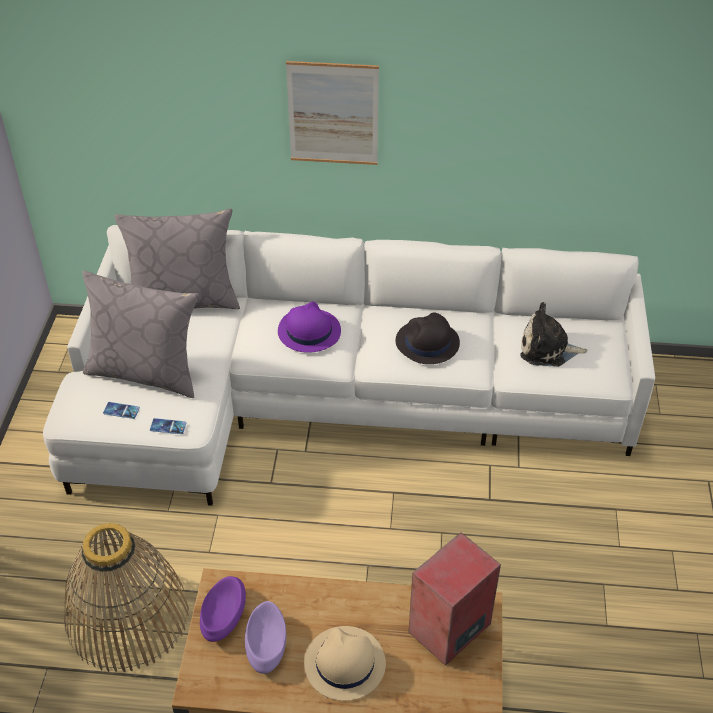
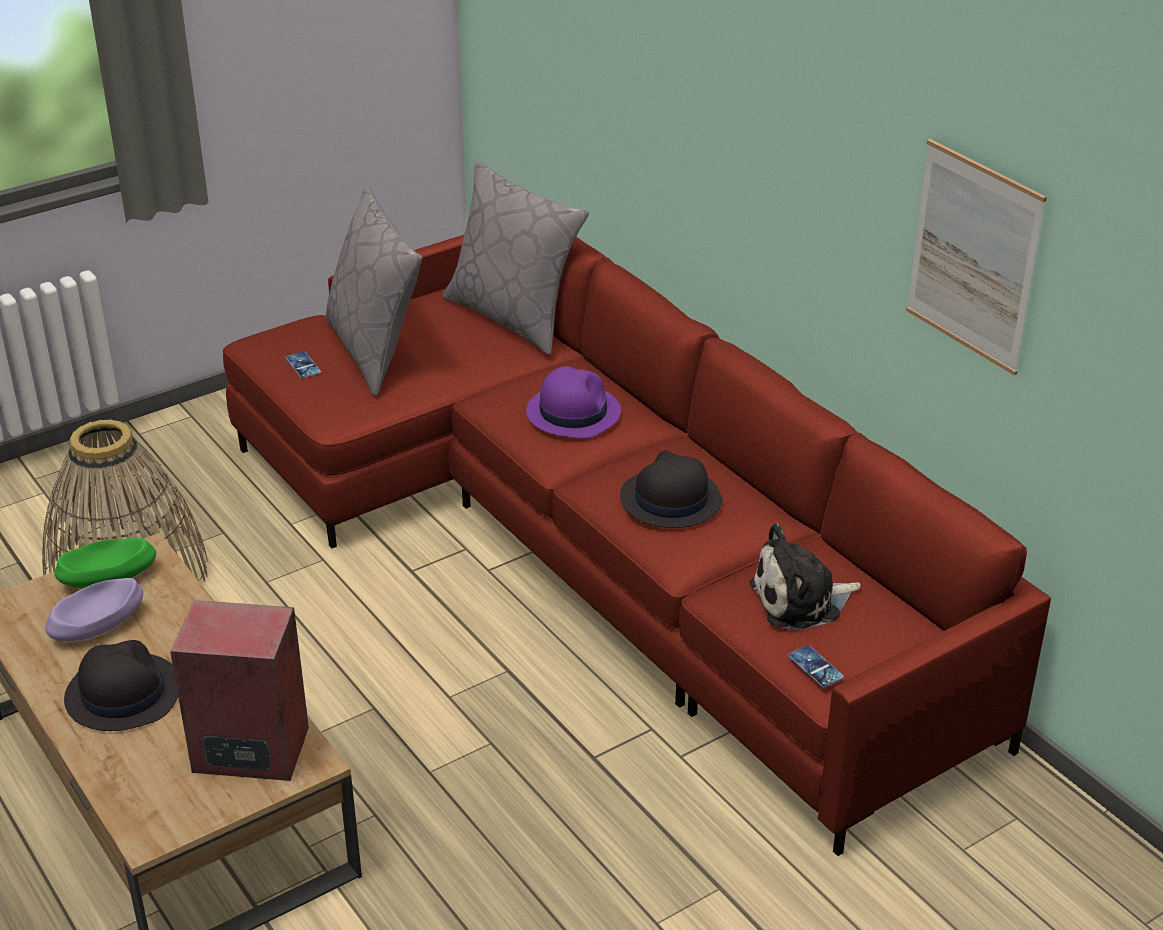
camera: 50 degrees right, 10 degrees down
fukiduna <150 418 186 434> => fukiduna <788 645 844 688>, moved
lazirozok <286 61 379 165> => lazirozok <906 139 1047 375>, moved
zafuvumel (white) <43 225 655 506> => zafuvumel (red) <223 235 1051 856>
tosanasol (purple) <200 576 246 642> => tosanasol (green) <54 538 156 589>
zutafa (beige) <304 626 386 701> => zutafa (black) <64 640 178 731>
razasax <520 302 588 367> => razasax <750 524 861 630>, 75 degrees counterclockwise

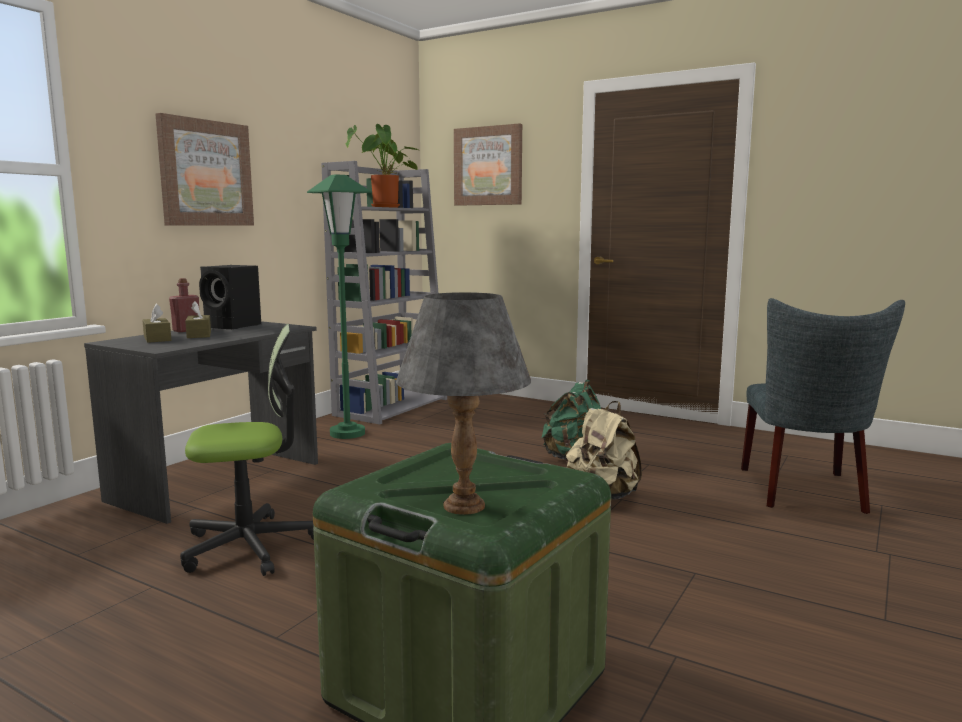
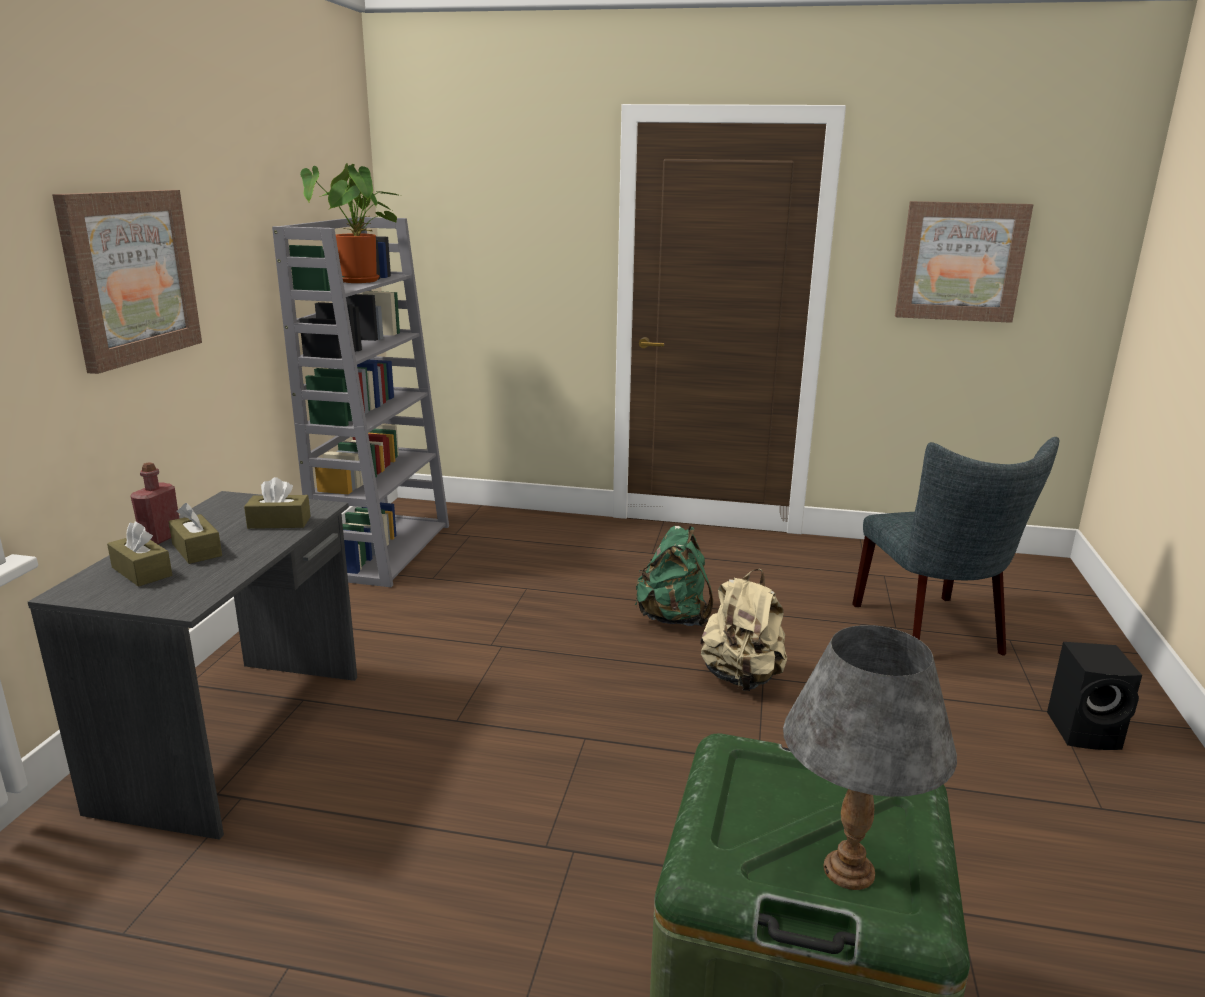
camera: 20 degrees left, 10 degrees up
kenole <180 324 314 576> => nothing
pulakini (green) <307 174 371 439> => nothing
nothing => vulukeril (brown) <244 477 311 529>
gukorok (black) <199 265 261 329> => gukorok (black) <1047 642 1142 750>, moved
lazirozok <454 123 522 206> => lazirozok <895 201 1033 323>, moved

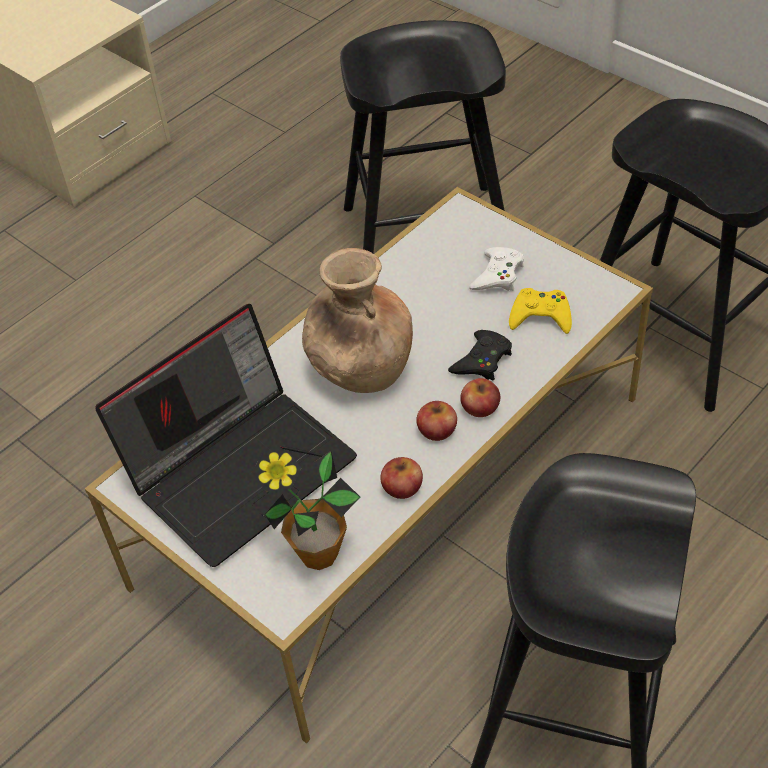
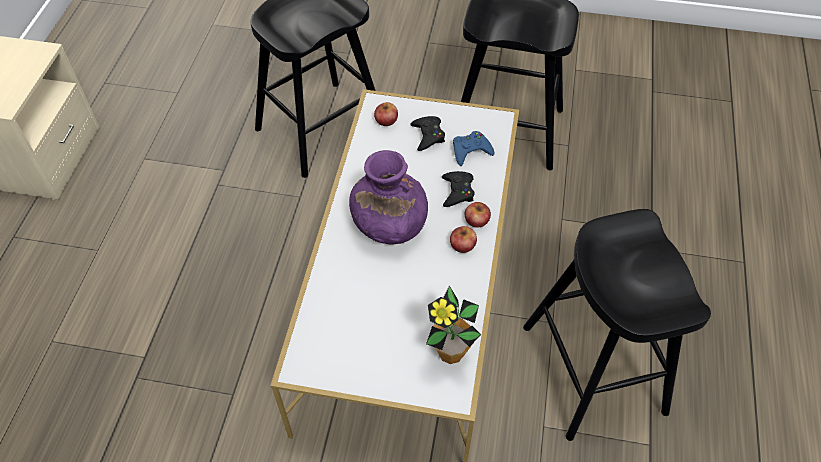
camera: 35 degrees left, 5 degrees up
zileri <95 304 357 567> => nothing
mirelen <380 457 423 499> => mirelen <374 102 398 126>, moved
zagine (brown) <302 248 413 393> => zagine (purple) <349 150 428 244>
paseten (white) <469 247 524 291> => paseten (black) <410 116 445 151>
paseten (yellow) <509 288 572 334> => paseten (blue) <453 131 495 166>

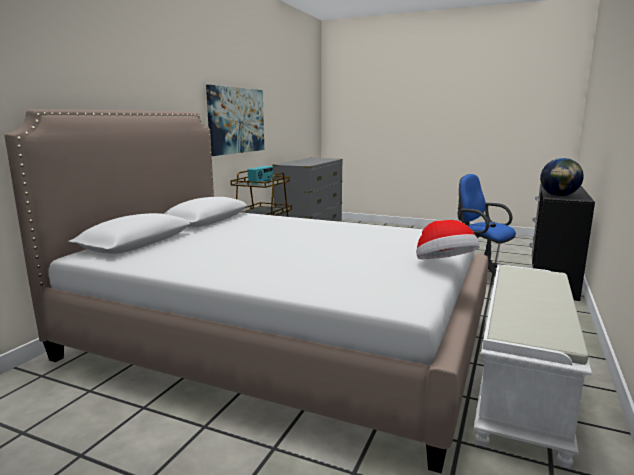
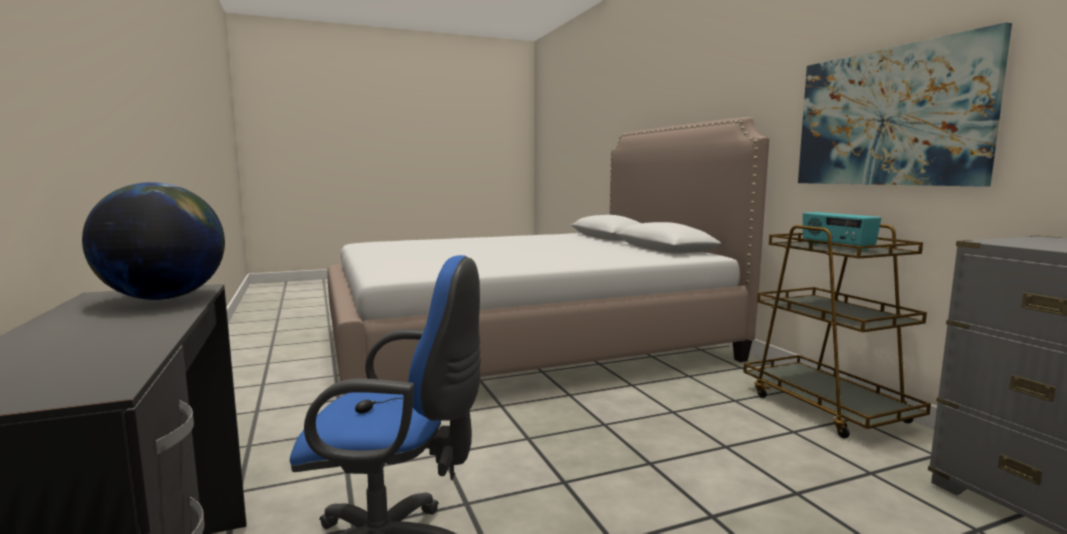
camera: 135 degrees right, 5 degrees down
zutafa <416 220 480 259> => nothing
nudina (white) <474 264 592 468> => nothing

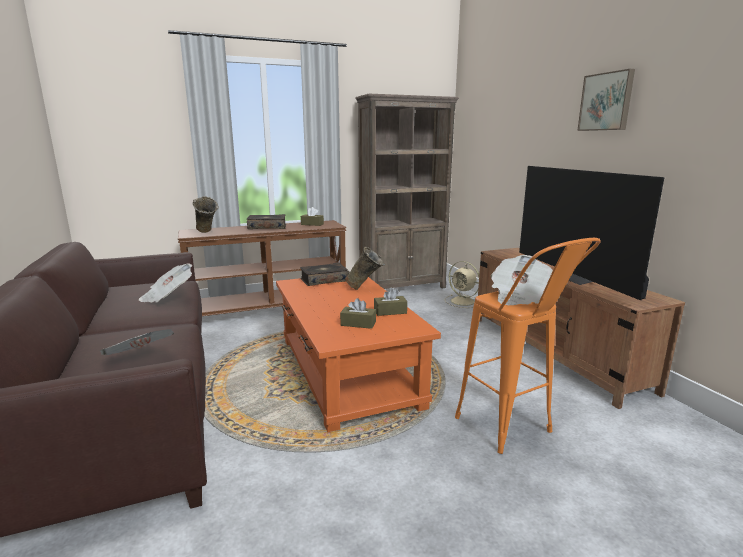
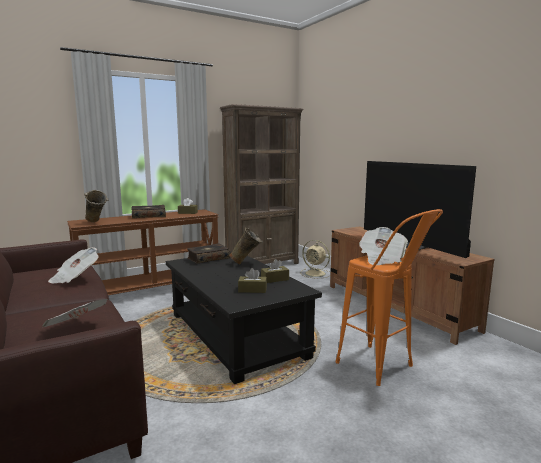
camera: 10 degrees left, 5 degrees down
lazirozok <577 69 635 131> => nothing
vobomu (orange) <276 277 441 432> => vobomu (black) <166 252 322 384>

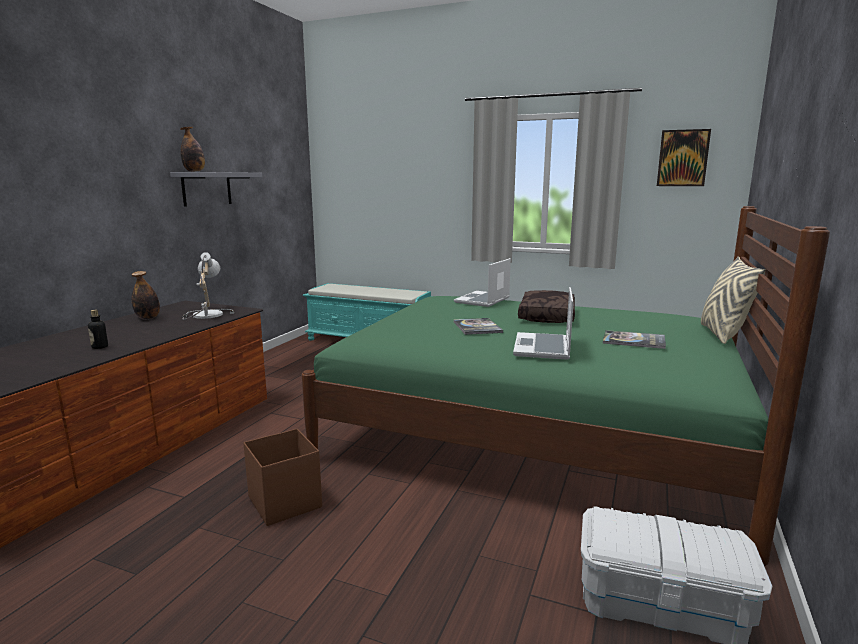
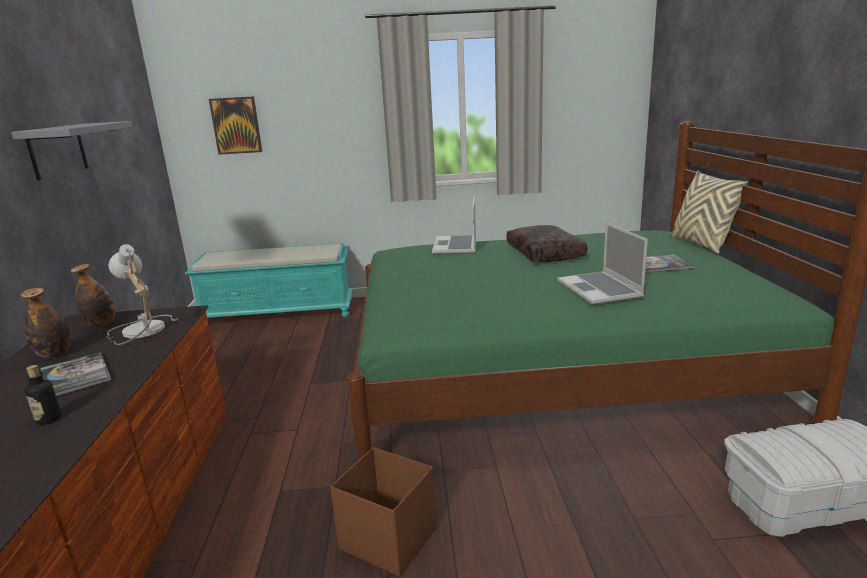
camera: 25 degrees left, 5 degrees up
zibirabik <180 127 205 172> => zibirabik <70 264 116 327>, moved
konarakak <453 318 503 335> => konarakak <41 352 111 396>, moved
lazirozok <657 129 711 186> => lazirozok <209 96 262 155>, moved

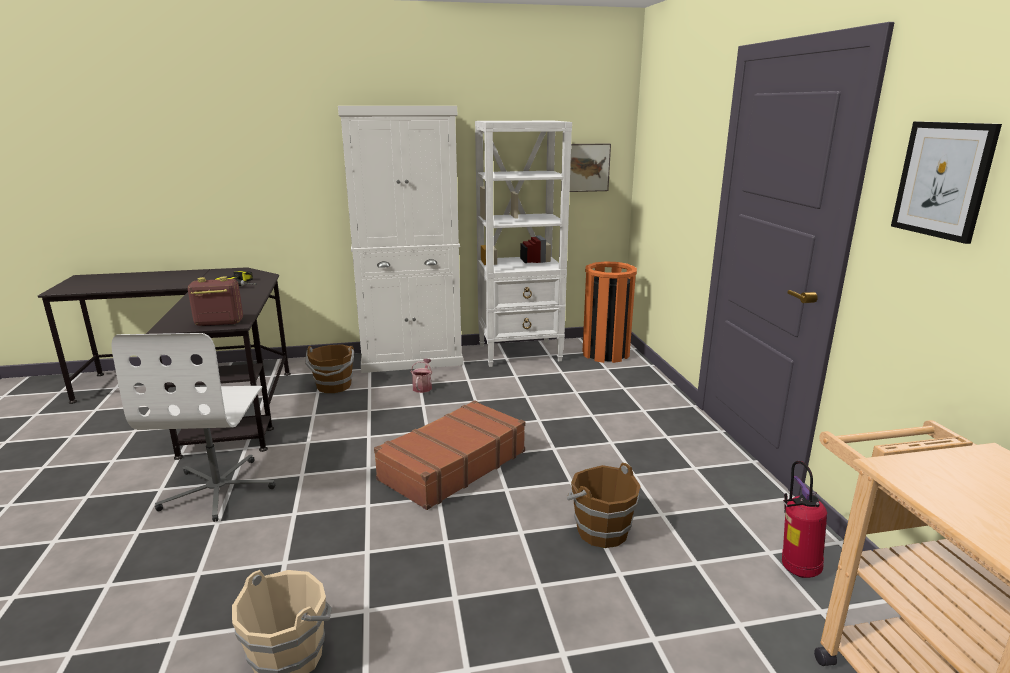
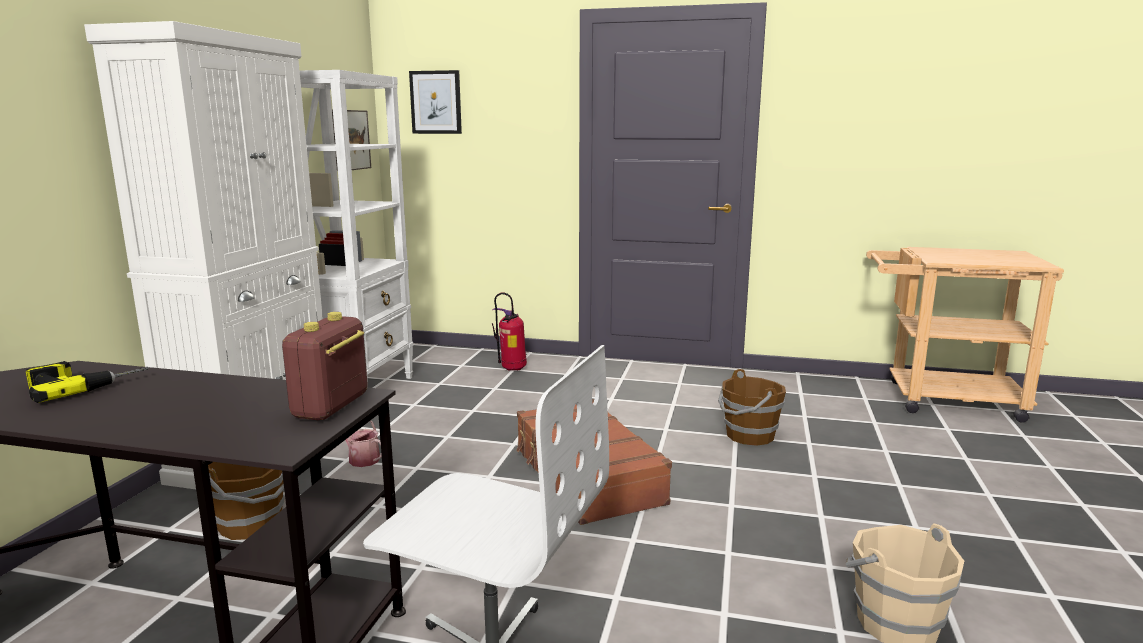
camera: 65 degrees left, 5 degrees down
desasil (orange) <582 261 637 363> => nothing
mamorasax <782 461 827 578> => mamorasax <492 292 527 371>, moved
lazirozok <891 122 1002 244> => lazirozok <409 70 462 134>, moved

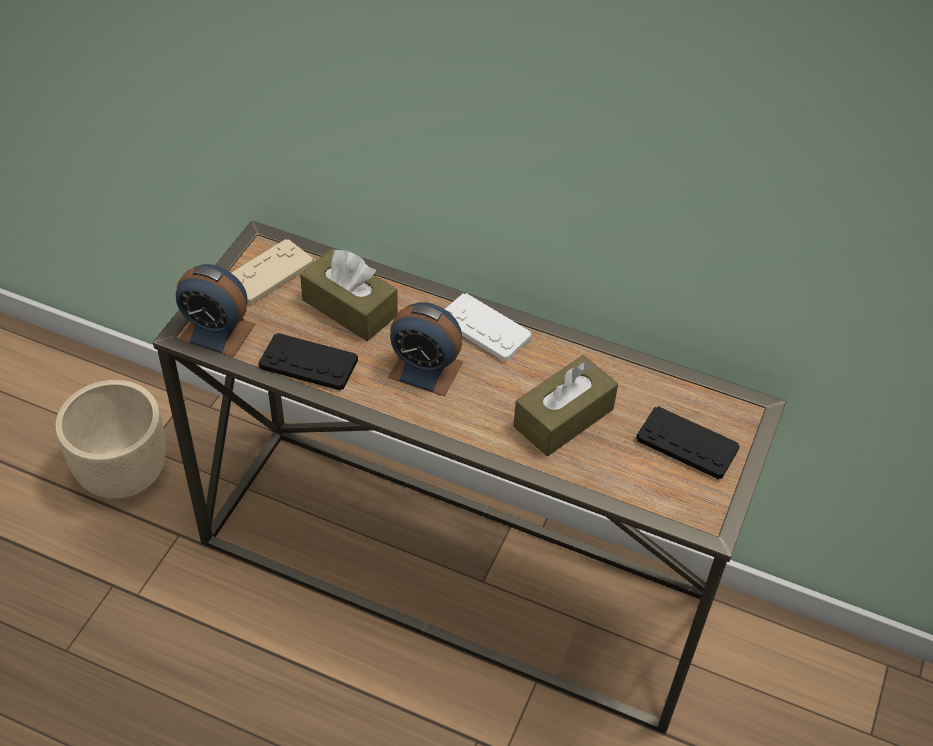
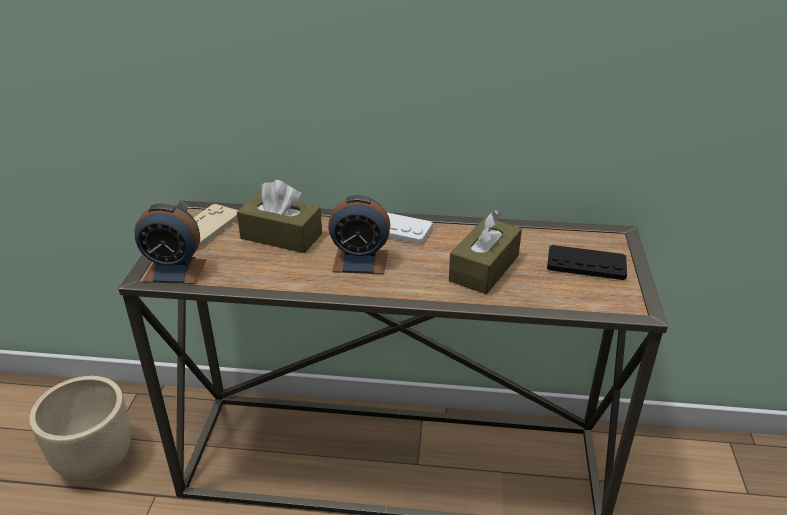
camera: 15 degrees left, 15 degrees down
paseten (black) <259 333 358 391> => nothing

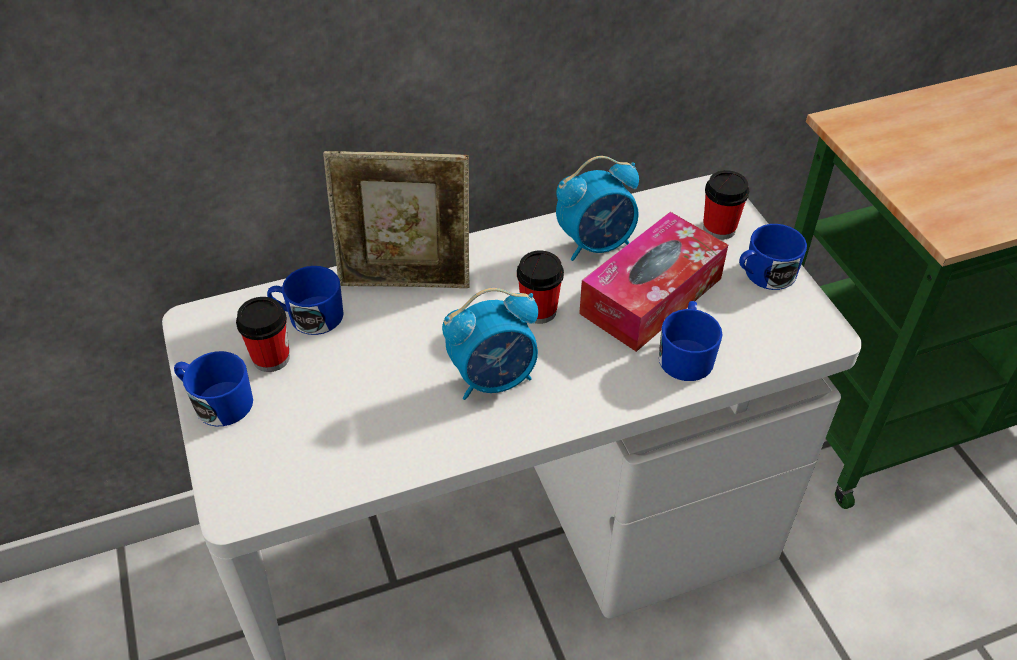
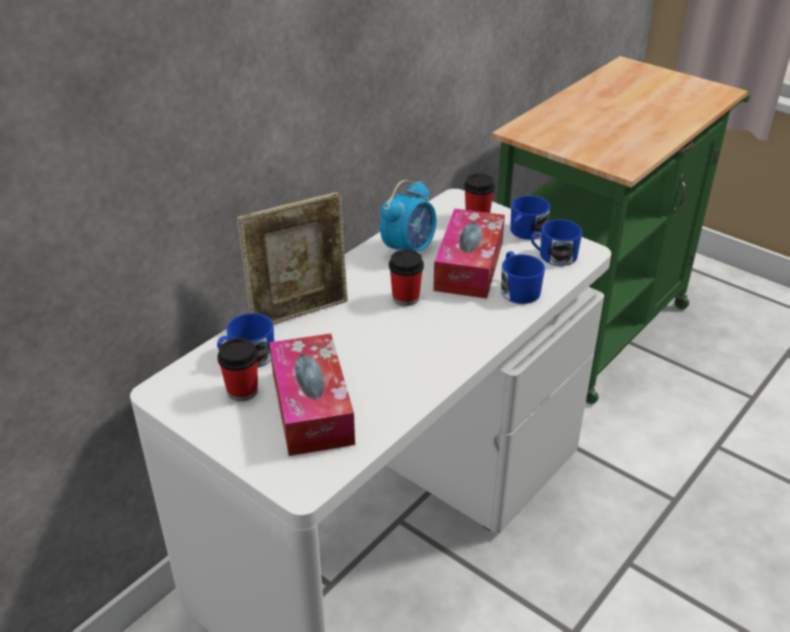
camera: 30 degrees left, 10 degrees down
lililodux <442 288 538 400> => nothing
nothing => vulukeril <269 334 355 456>
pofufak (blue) <174 351 253 426> => pofufak (blue) <531 219 582 266>, moved

